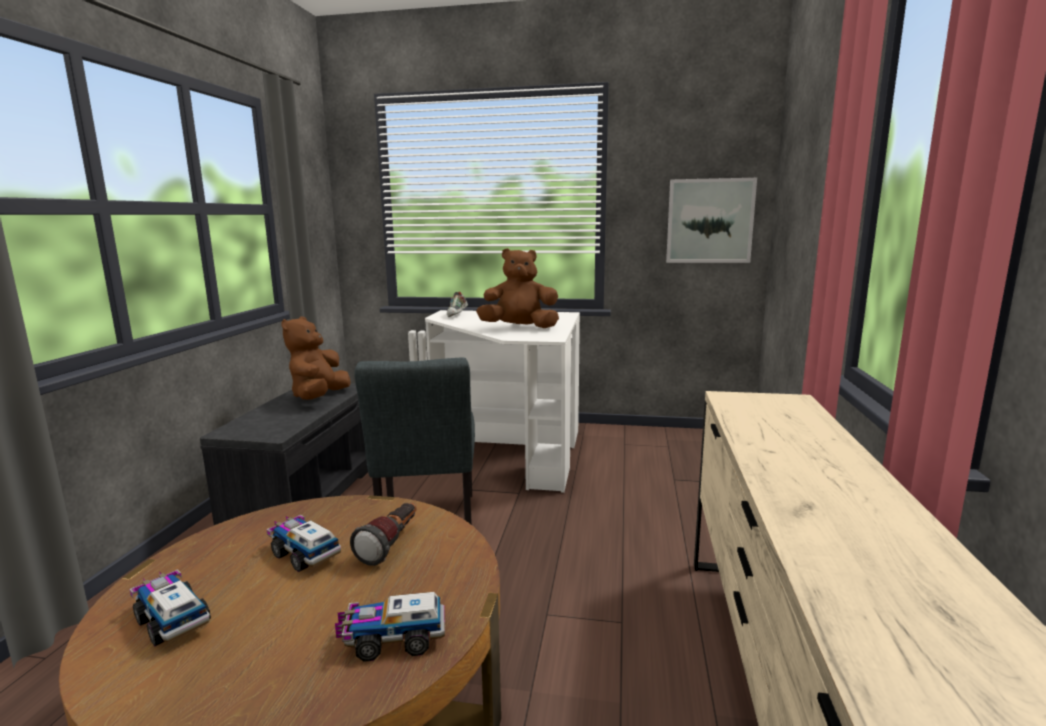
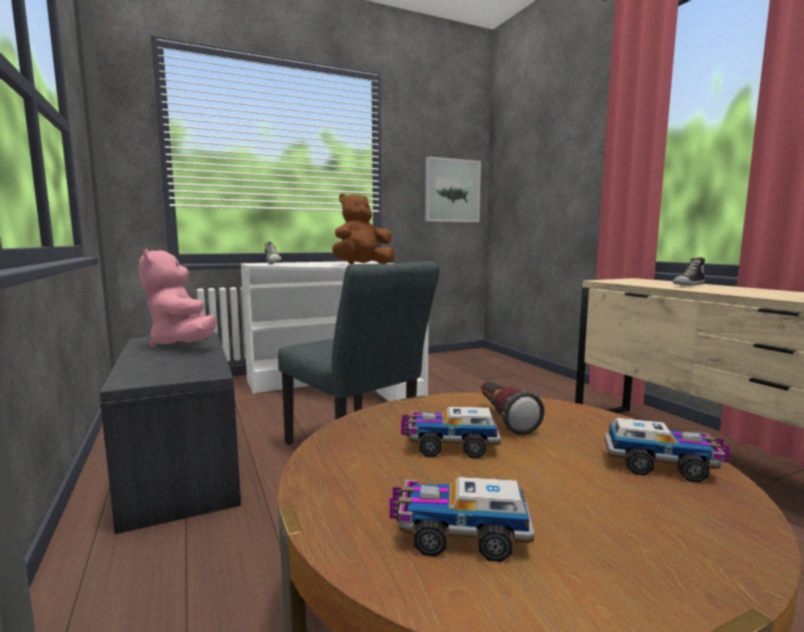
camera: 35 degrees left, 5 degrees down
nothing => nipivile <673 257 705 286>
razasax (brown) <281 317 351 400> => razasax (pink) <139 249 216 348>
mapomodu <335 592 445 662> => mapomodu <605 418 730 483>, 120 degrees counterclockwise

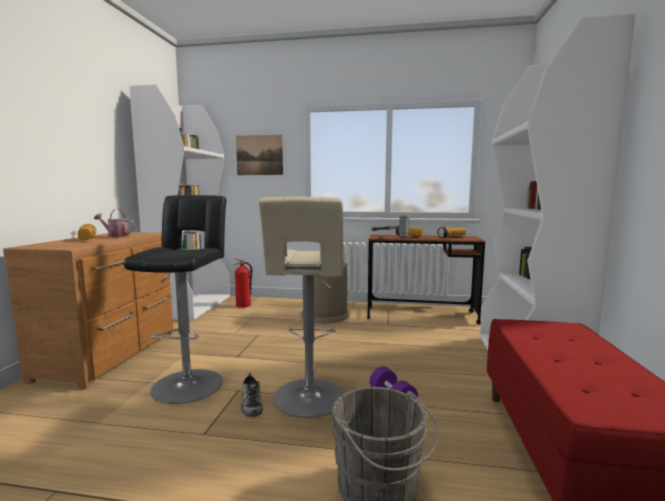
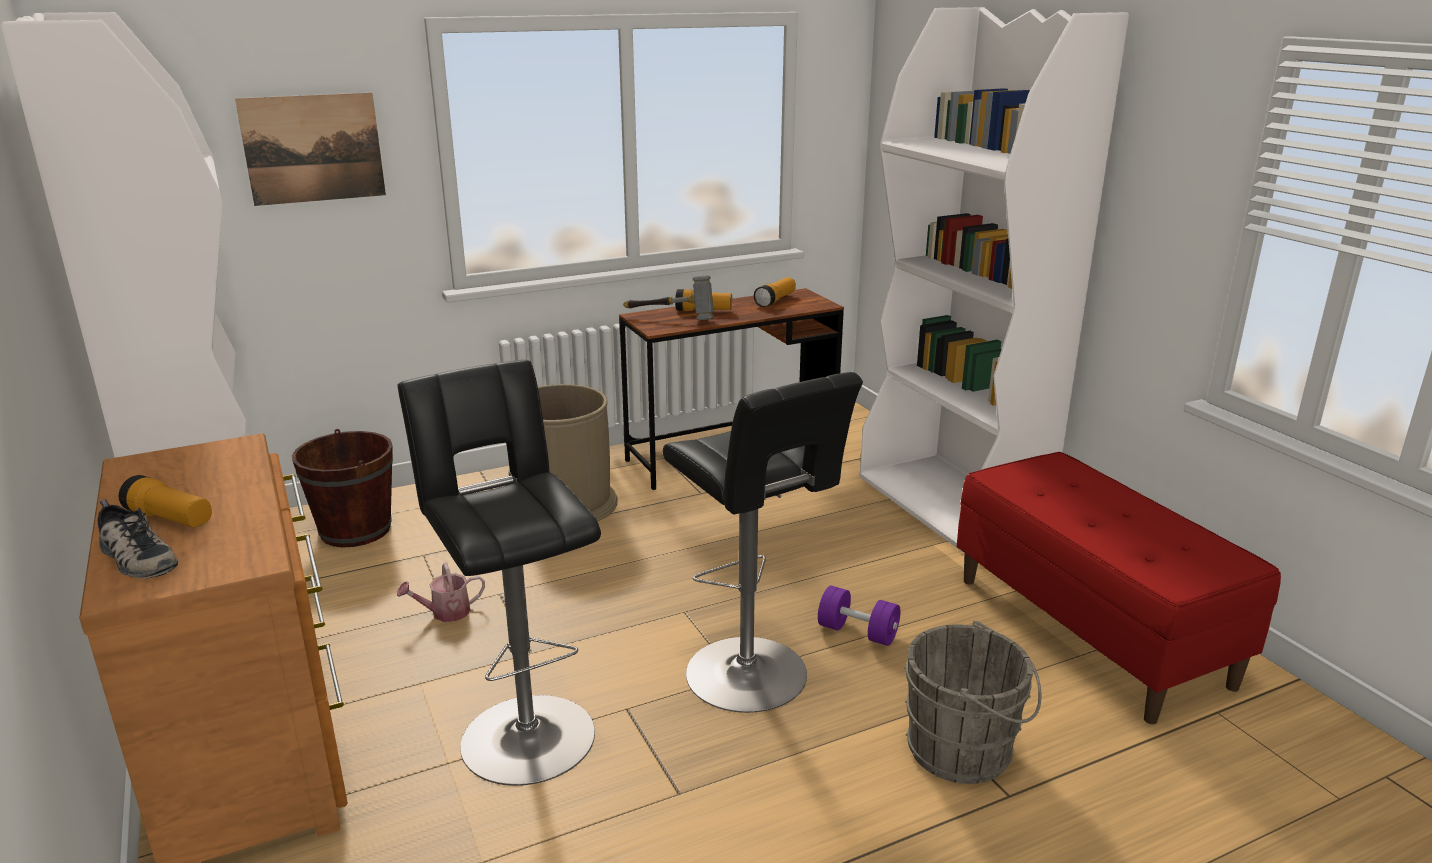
camera: 35 degrees left, 15 degrees up
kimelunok <94 209 135 237> => kimelunok <397 563 485 622>, moved
nipivile <241 373 263 417> => nipivile <98 500 178 579>, moved
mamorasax <233 258 252 308> => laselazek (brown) <292 429 393 547>
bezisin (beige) <259 197 346 418> => bezisin (black) <663 372 863 713>

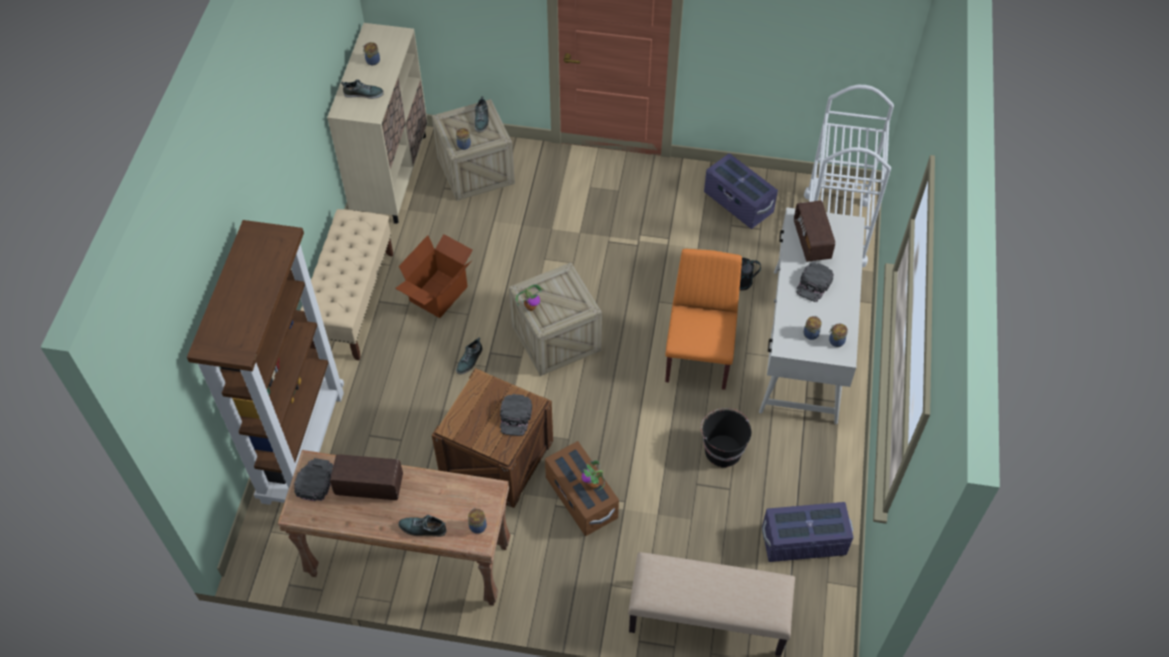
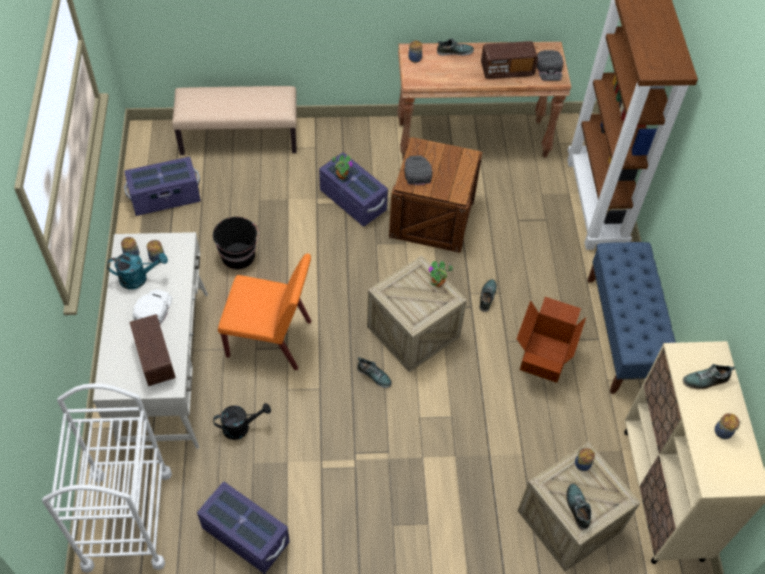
camera: 165 degrees right, 0 degrees up
nothing => kimelunok (turquoise) <107 253 168 289>
nothing => nipivile <357 357 392 388>
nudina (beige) <300 209 393 360> => nudina (blue) <588 242 676 394>
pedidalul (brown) <545 441 619 536> => pedidalul (purple) <319 152 388 227>
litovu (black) <796 262 834 302> => litovu (white) <132 289 172 323>
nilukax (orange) <665 249 742 390> => nilukax (orange) <218 253 311 370>, 75 degrees counterclockwise

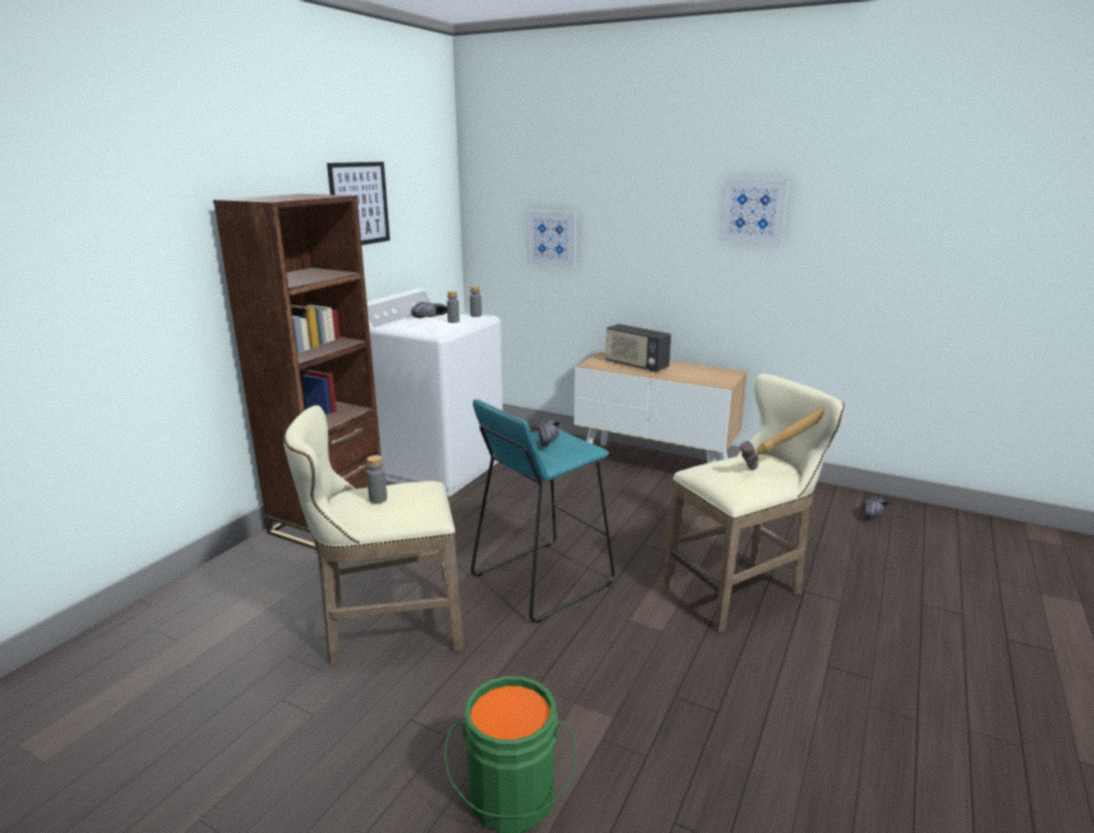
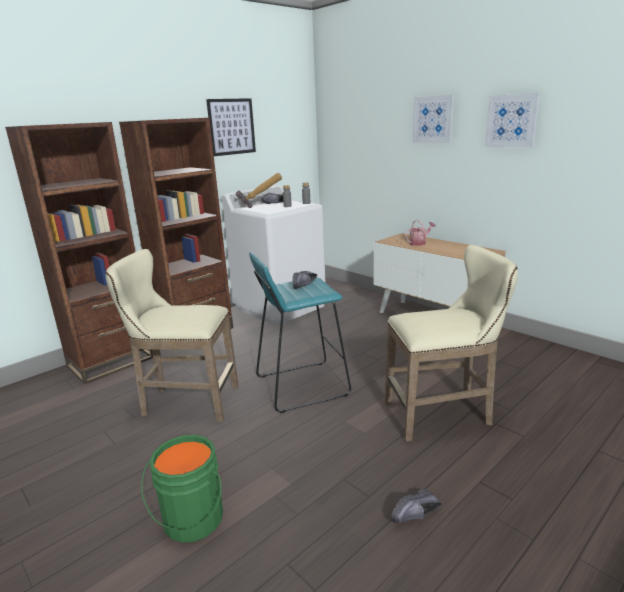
camera: 20 degrees right, 0 degrees up
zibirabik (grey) <366 455 387 503> => nothing
nothing => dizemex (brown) <5 122 153 384>
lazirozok <527 210 576 268> => lazirozok <413 95 454 143>, moved
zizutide <740 406 825 470> => zizutide <236 173 282 208>, moved
nipivile (black) <865 496 889 519> => nipivile (black) <391 489 442 523>, moved
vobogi <605 324 671 372> => kimelunok <405 220 436 246>

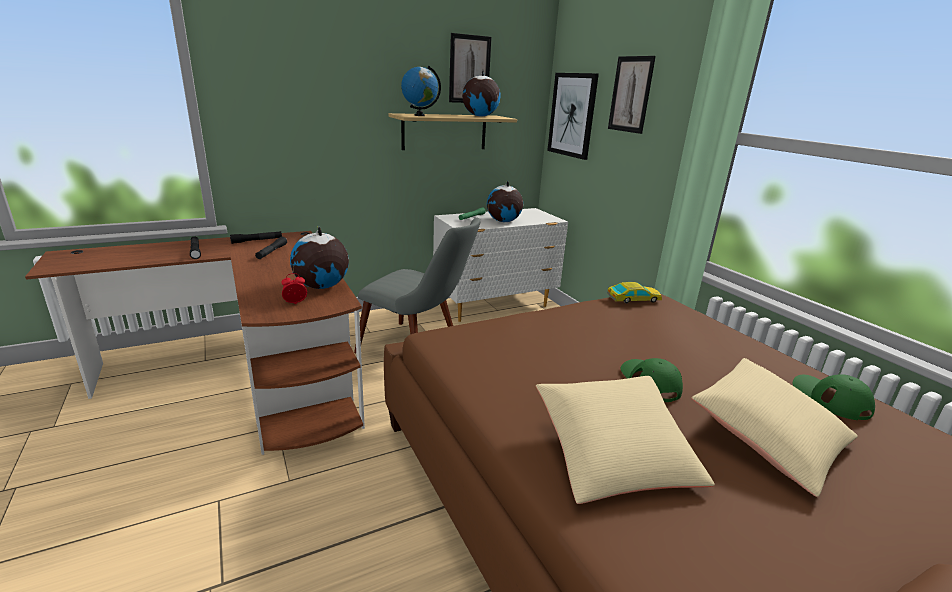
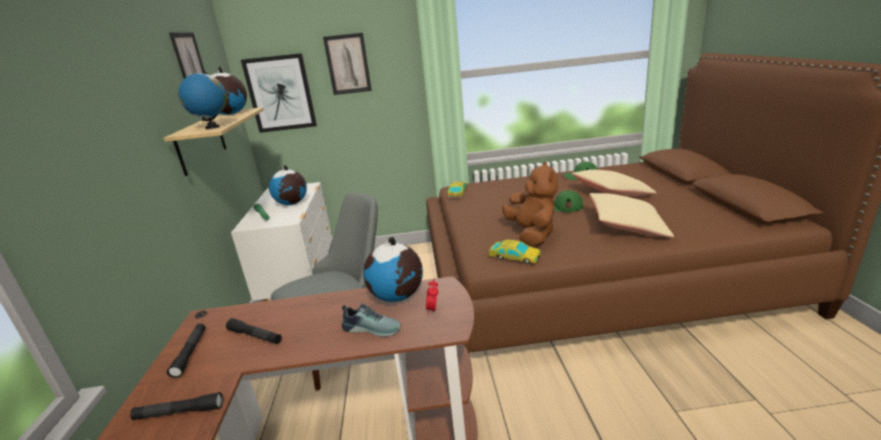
camera: 65 degrees left, 0 degrees up
nothing => nipivile <342 303 401 337>
nothing => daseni <489 240 541 264>
nothing => razasax (brown) <503 162 558 247>

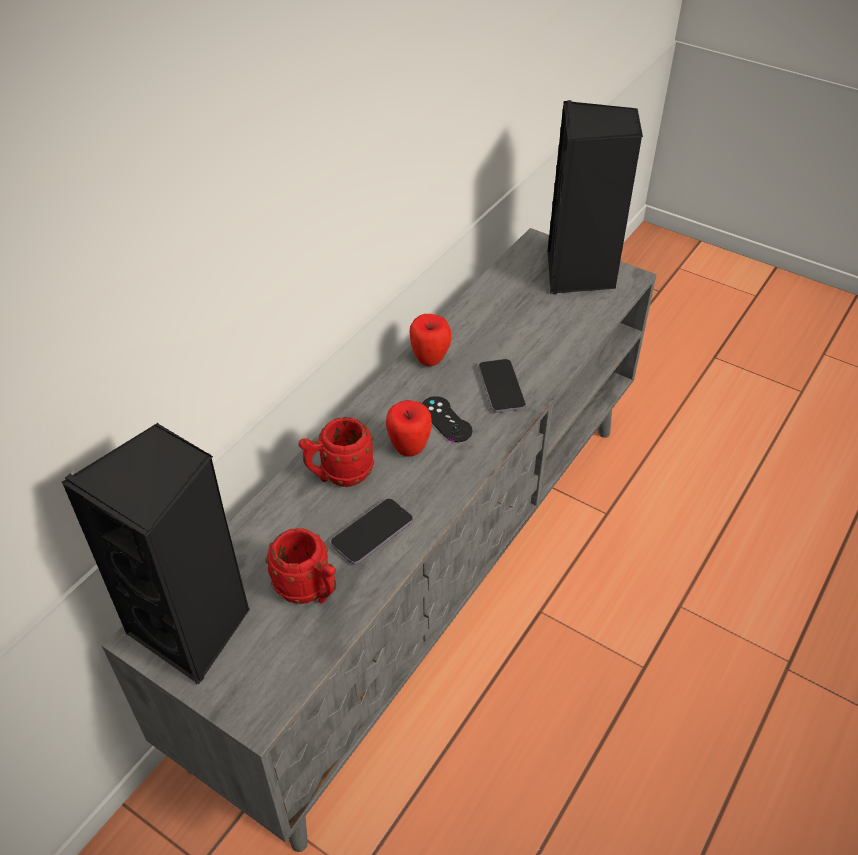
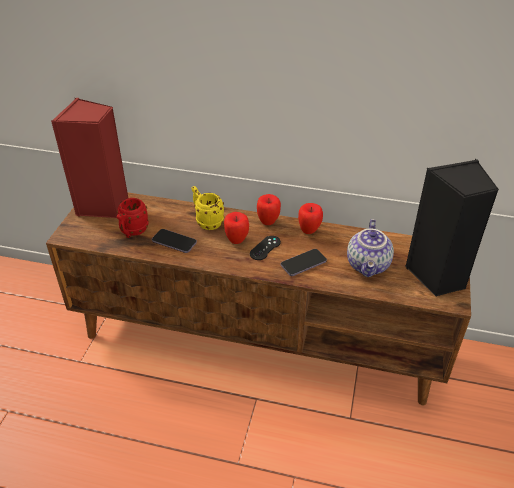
camera: 70 degrees right, 5 degrees down
nothing => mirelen <257 194 281 225>
nothing => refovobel <347 219 394 277>
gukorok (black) <61 423 250 685> => gukorok (red) <51 98 128 218>
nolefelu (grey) <102 228 657 852> => nolefelu (brown) <46 193 471 405>
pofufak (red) <299 417 374 487> => pofufak (yellow) <192 186 224 230>

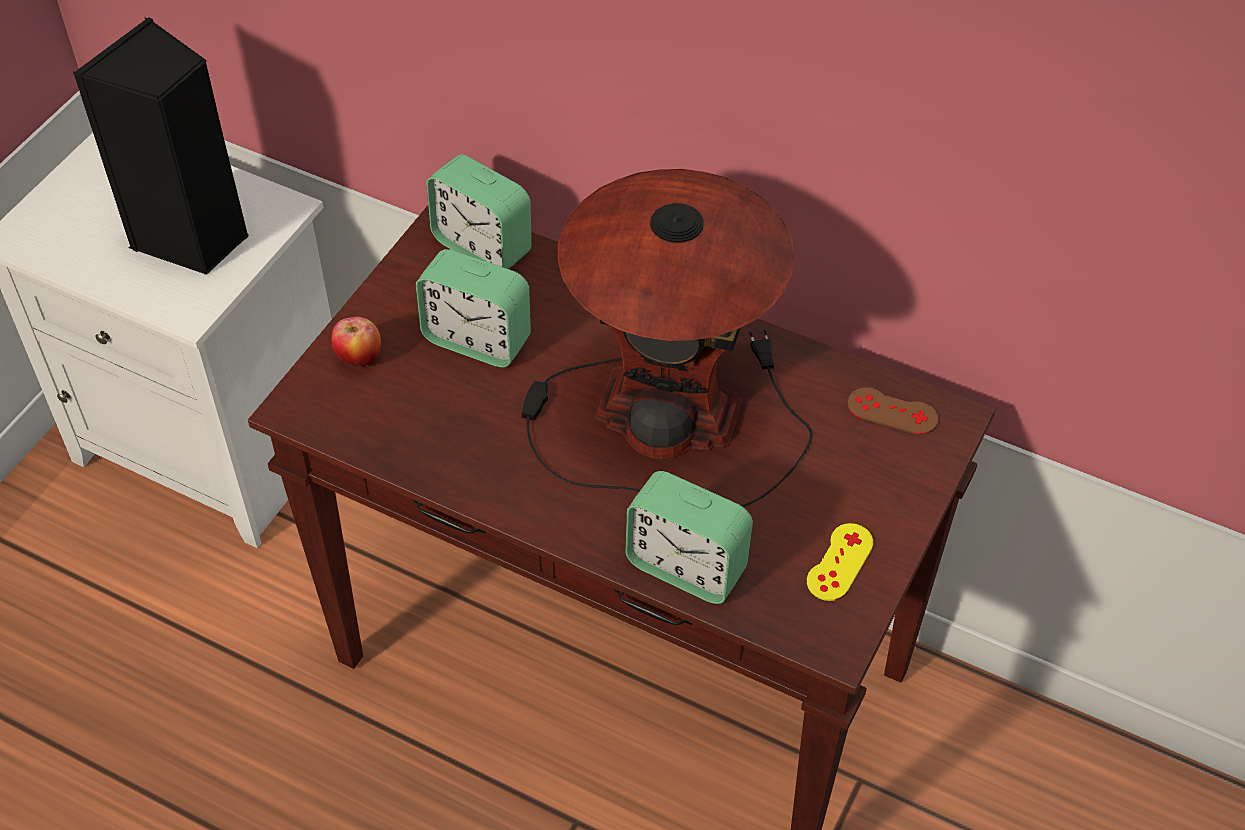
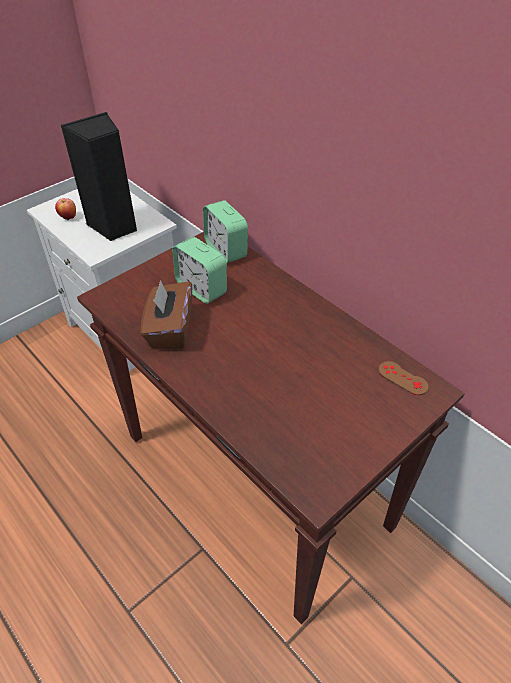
camera: 20 degrees right, 5 degrees down
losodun <522 169 813 507> => nothing
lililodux <625 471 753 604> => nothing
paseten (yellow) <807 523 874 601> => nothing
nothing => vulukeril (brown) <141 280 192 349>
mirelen <331 316 381 368> => mirelen <55 198 76 220>, moved

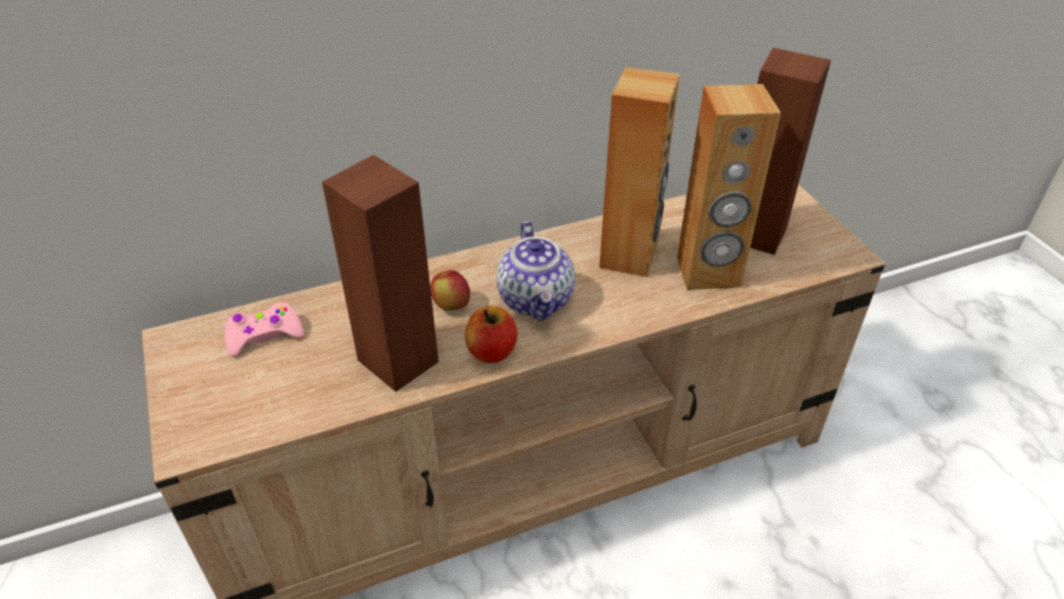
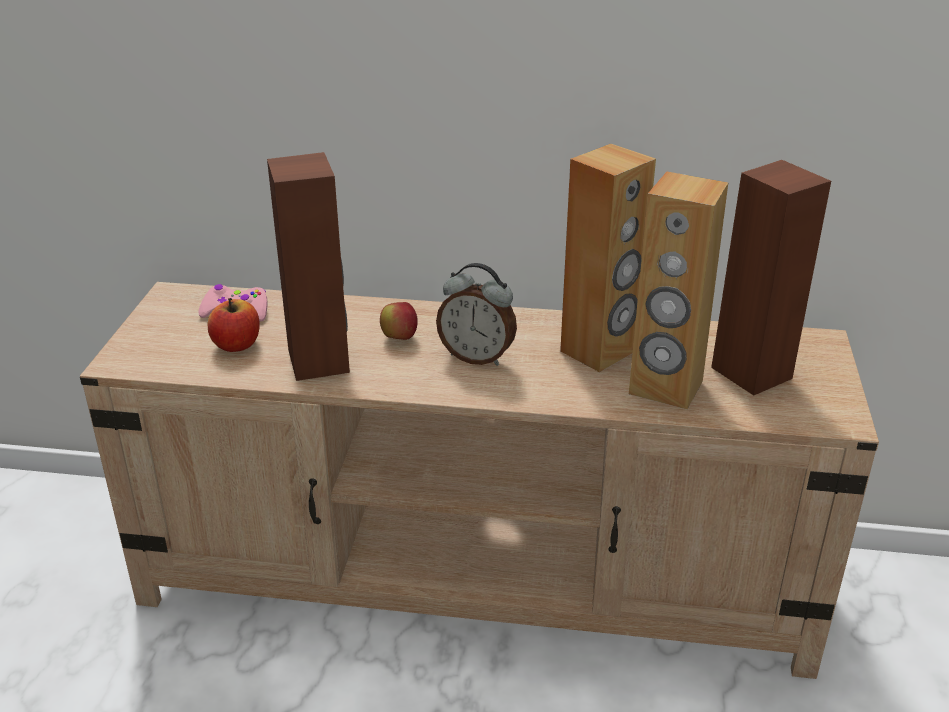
camera: 30 degrees right, 10 degrees down
mirelen <465 306 517 363> => mirelen <208 298 260 352>, moved
refovobel <497 221 575 321> => lililodux <436 263 517 366>

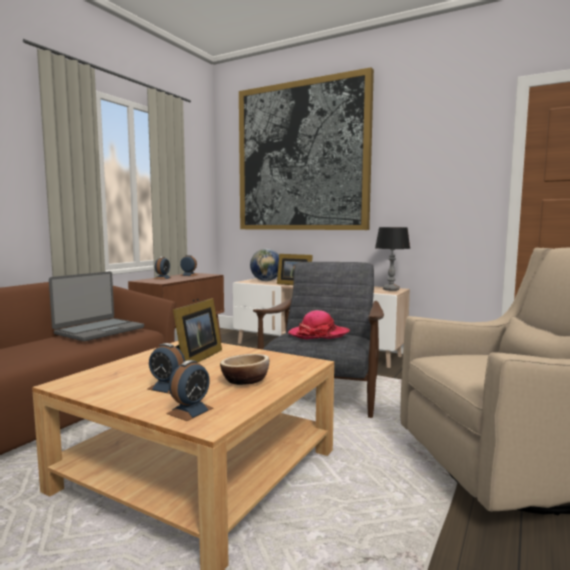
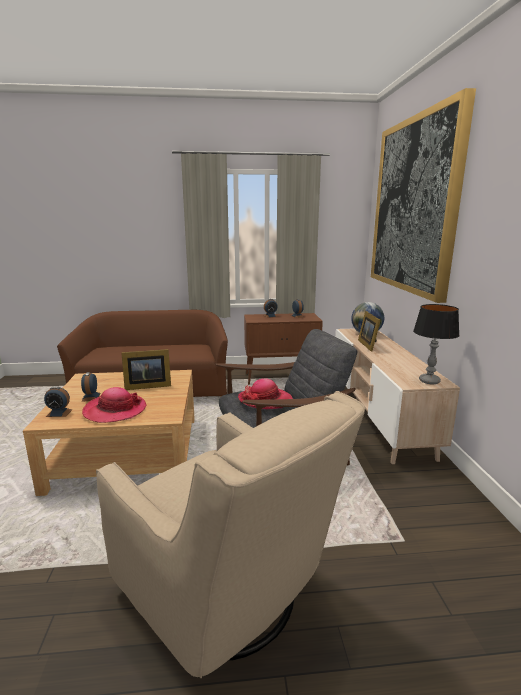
camera: 55 degrees right, 10 degrees up
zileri <49 271 144 341> => nothing
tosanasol <220 354 269 385> => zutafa <82 387 146 423>

